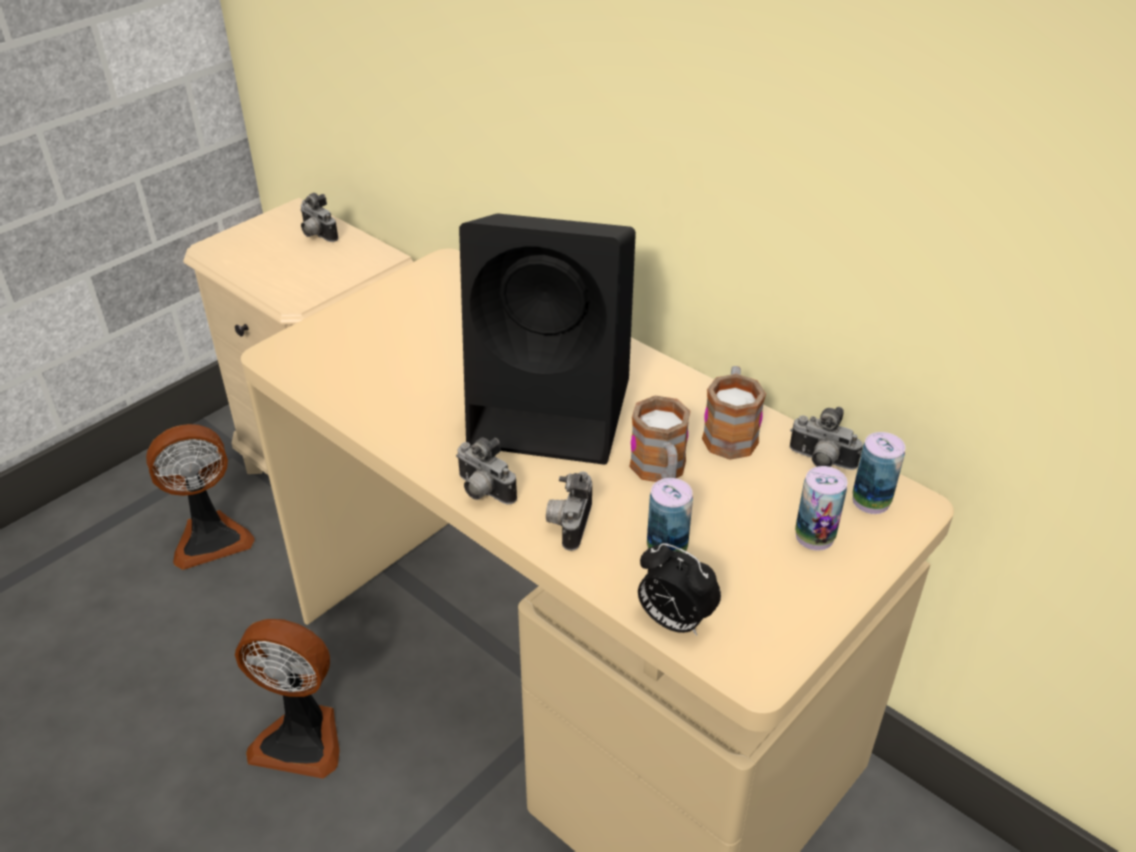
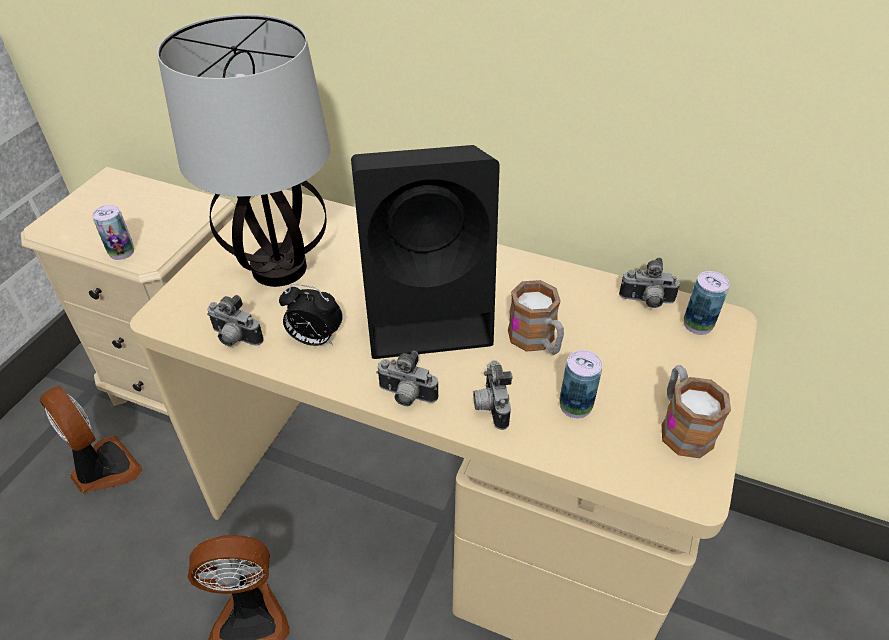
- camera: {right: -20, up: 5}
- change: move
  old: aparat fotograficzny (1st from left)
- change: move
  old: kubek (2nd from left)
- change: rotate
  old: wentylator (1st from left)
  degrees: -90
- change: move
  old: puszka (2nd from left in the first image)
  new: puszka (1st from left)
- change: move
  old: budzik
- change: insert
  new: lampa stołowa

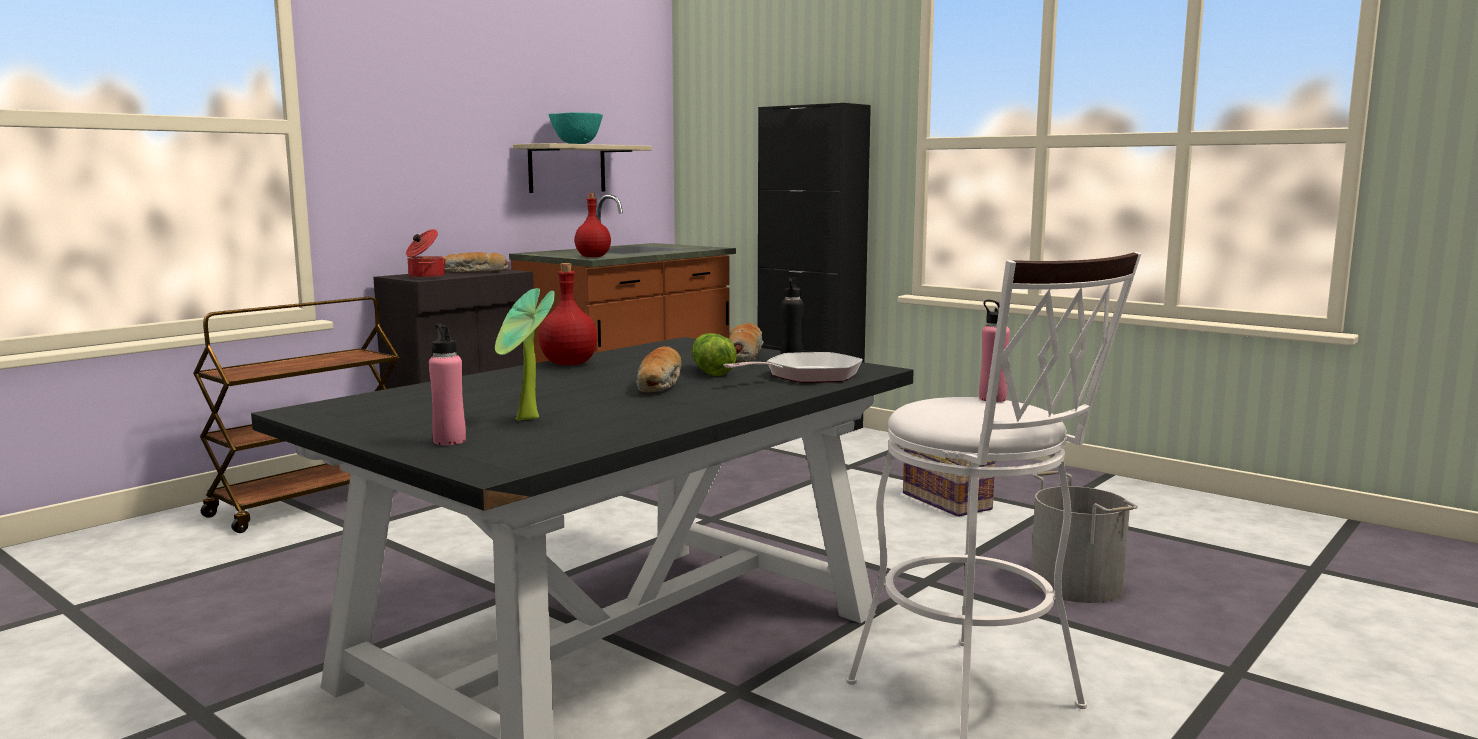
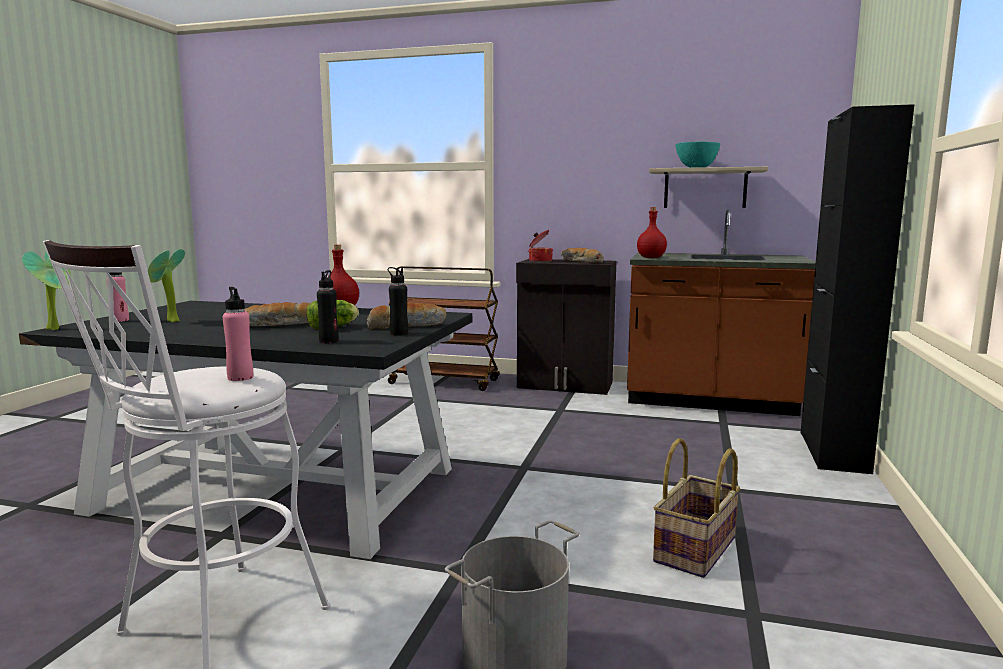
- camera: {right: 65, up: 0}
- change: replace
  old: patelnia
  new: butelka (czarny) (1st from left)
- change: insert
  new: roślina doniczkowa (1st from left)

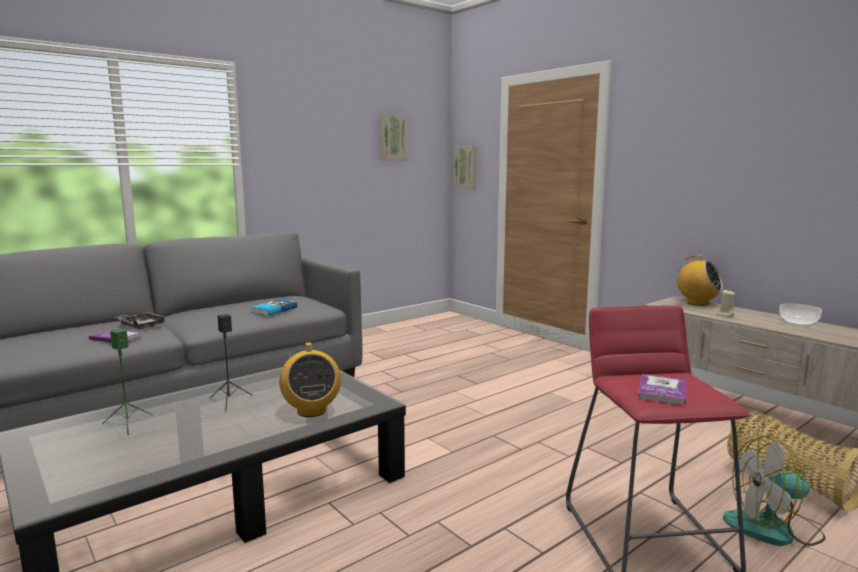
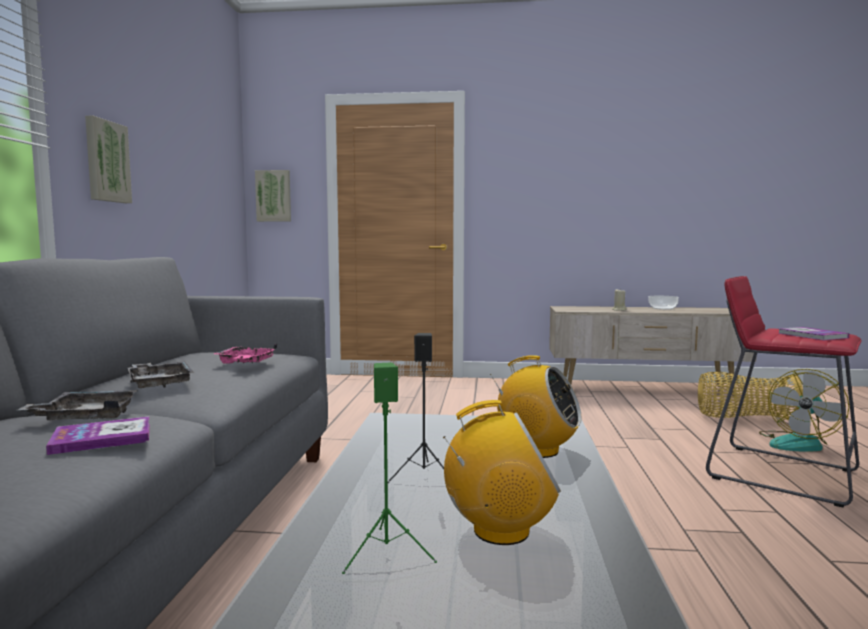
- camera: {right: -45, up: -5}
- change: move
  old: obraz (1st from left)
- change: move
  old: radio (2nd from left in the first image)
  new: radio (1st from left)
- change: replace
  old: książka (2nd from left)
  new: taca (różowy)
- change: insert
  new: taca (szary) (2nd from left)

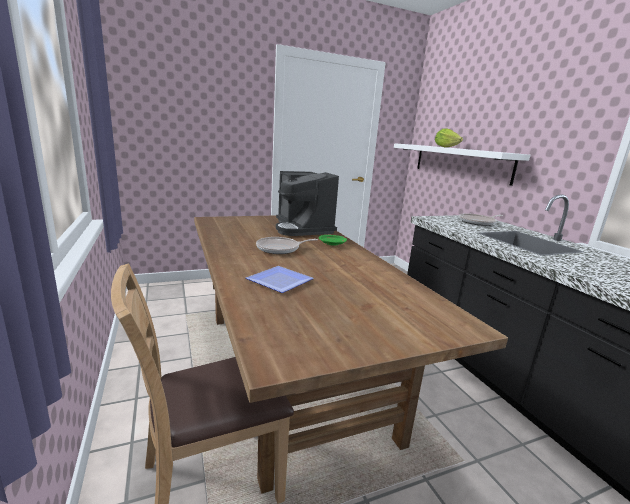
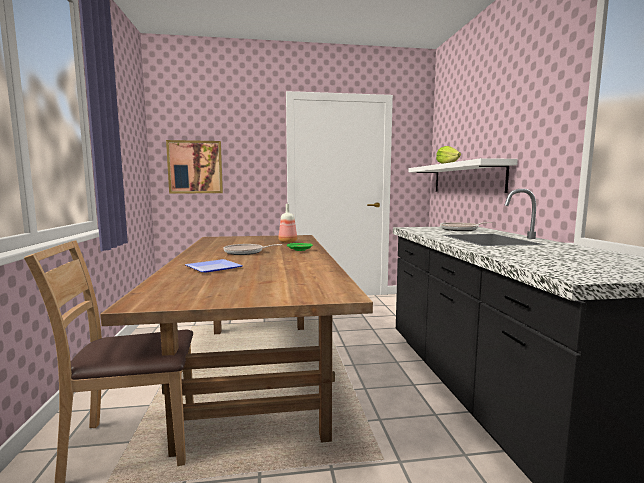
- camera: {right: 15, up: -10}
- change: replace
  old: ekspres do kawy
  new: butelka
- change: insert
  new: obraz

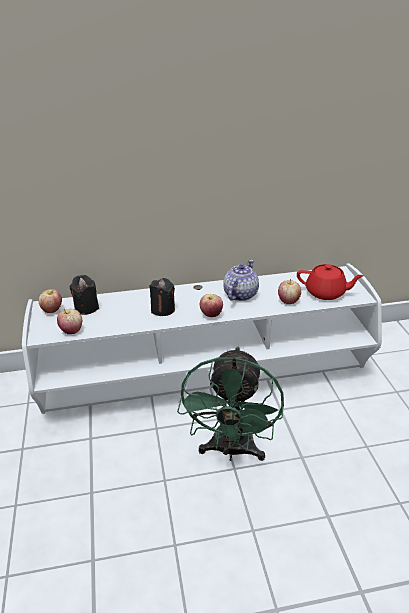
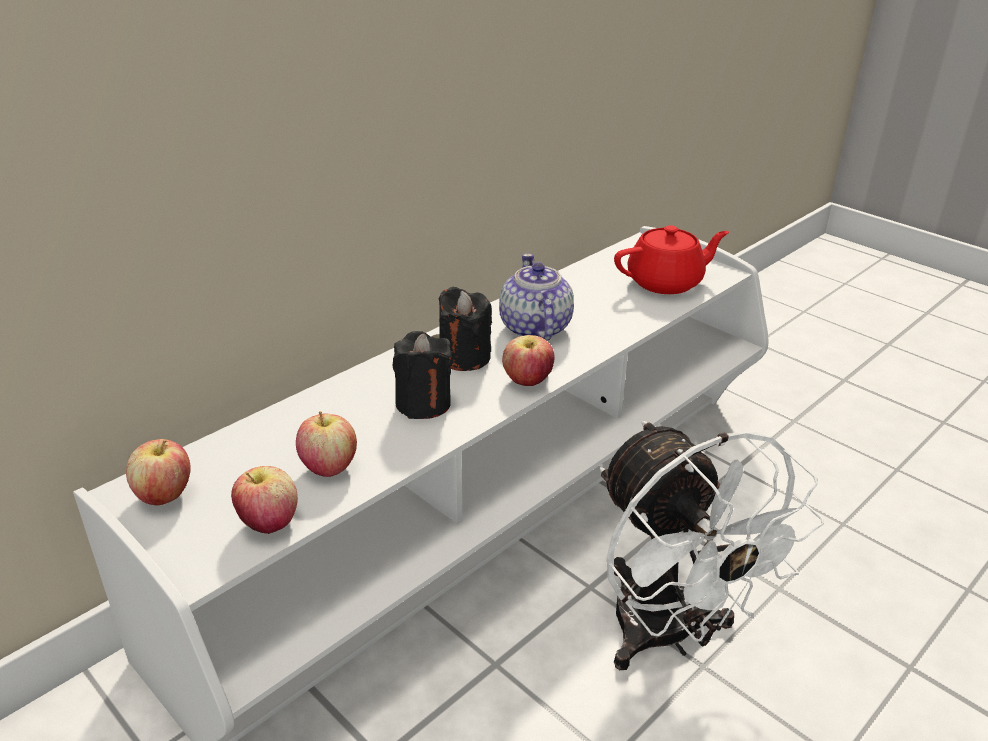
- camera: {right: -35, up: 0}
- change: move
  old: świeca (czarny) (1st from left in the first image)
  new: świeca (czarny) (2nd from left)
- change: move
  old: jabłko (4th from left in the first image)
  new: jabłko (3rd from left)
- change: recolor
  old: wentylator (zielony)
  new: wentylator (biały)

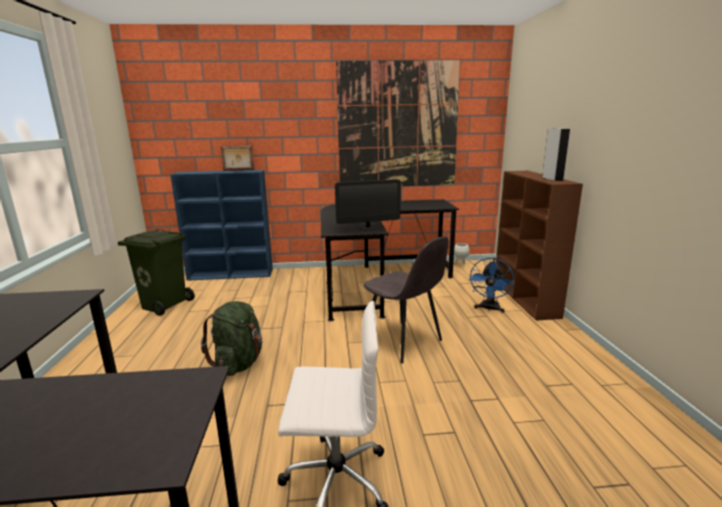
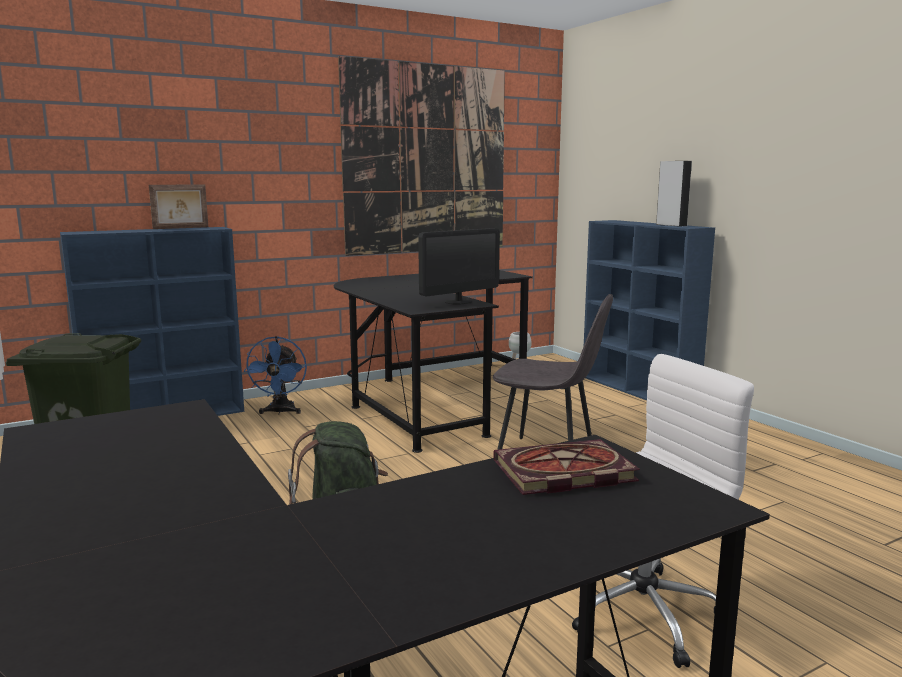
- camera: {right: -25, up: -5}
- change: recolor
  old: regał (brązowy)
  new: regał (niebieski) (2nd from left)
- change: move
  old: wentylator (niebieski)
- change: insert
  new: książka

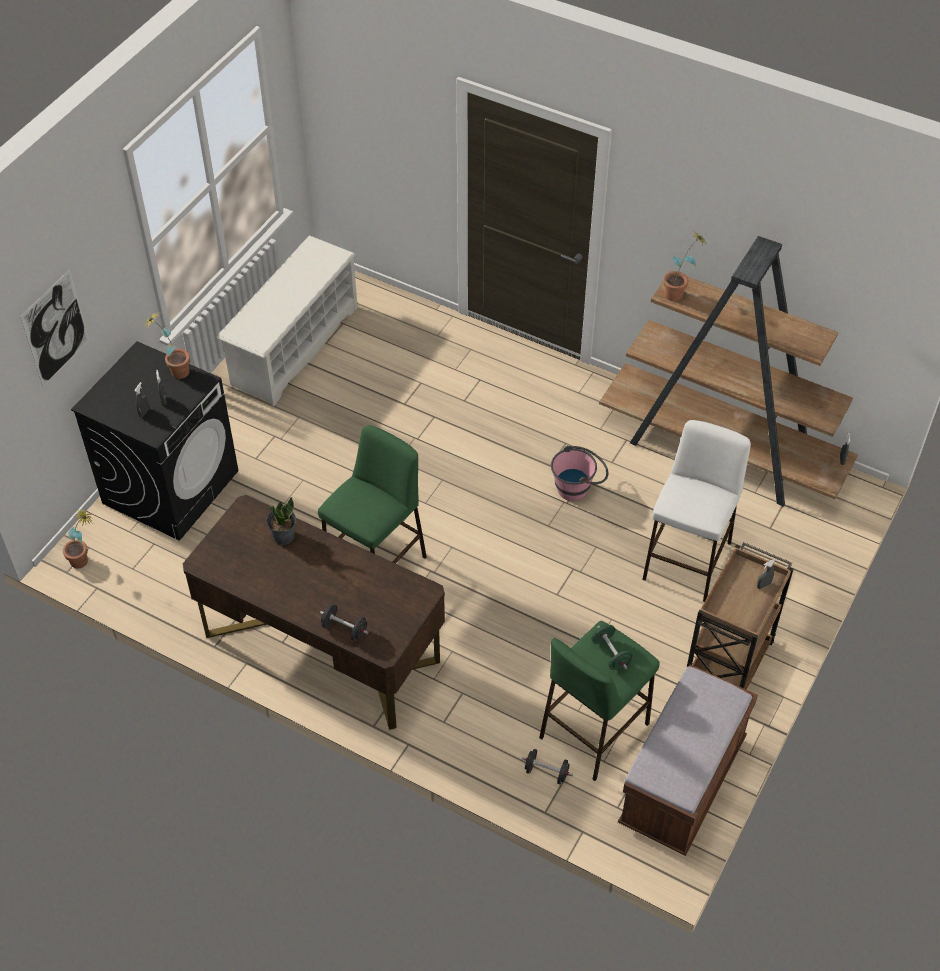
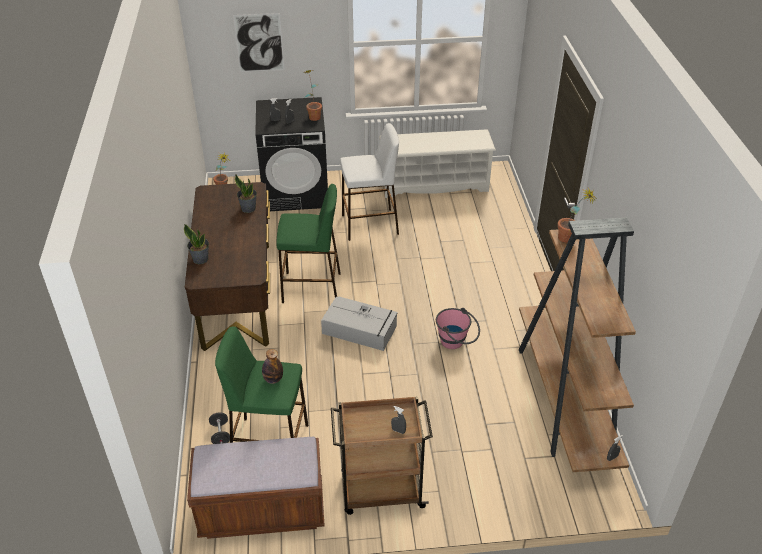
- camera: {right: 55, up: -10}
- change: move
  old: stołek (biały)
- change: replace
  old: hantel (czarny) (1st from left)
  new: roślina doniczkowa (1st from left)
- change: replace
  old: hantel (zielony)
  new: butelka
- change: insert
  new: pojemnik do przechowywania (szary)

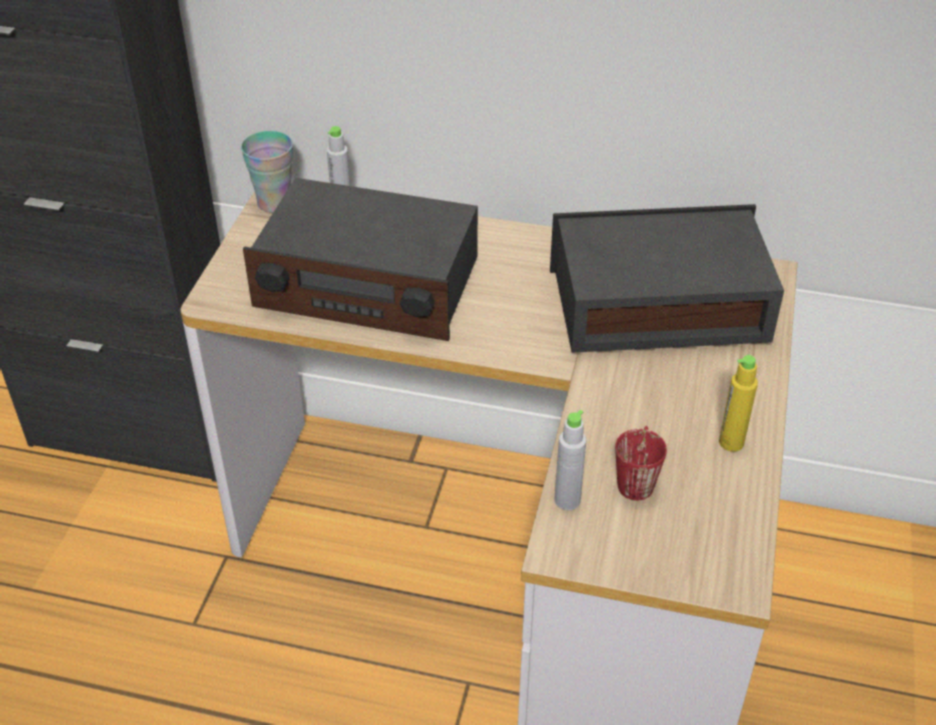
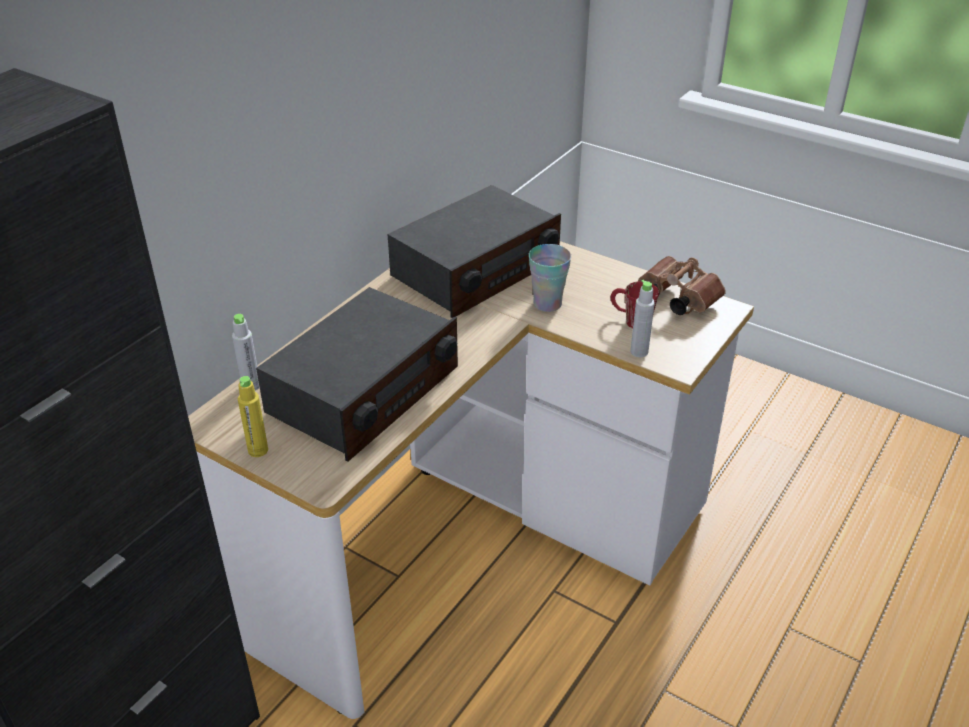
- camera: {right: -70, up: -5}
- change: move
  old: filiżanka
- change: rotate
  old: radio (2nd from left)
  degrees: -150
- change: move
  old: butelka (żółty)
- change: insert
  new: lornetka (brązowy)

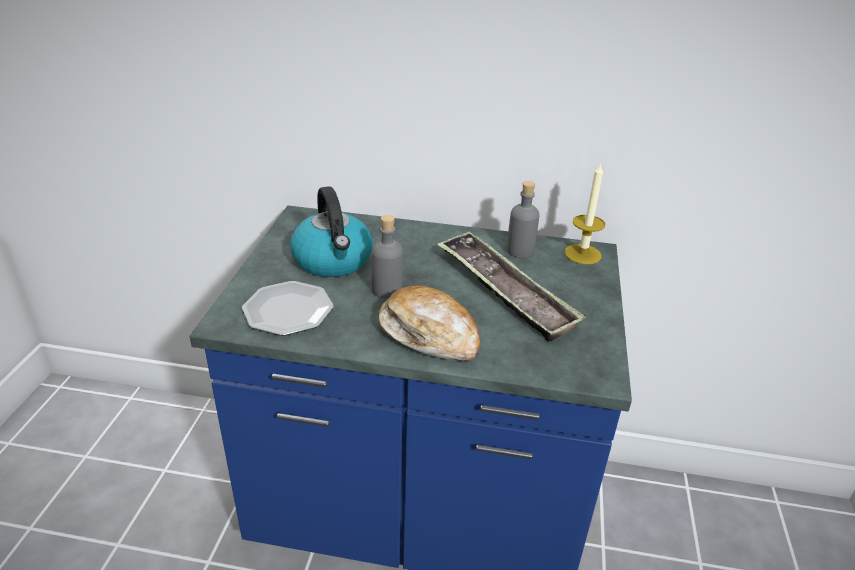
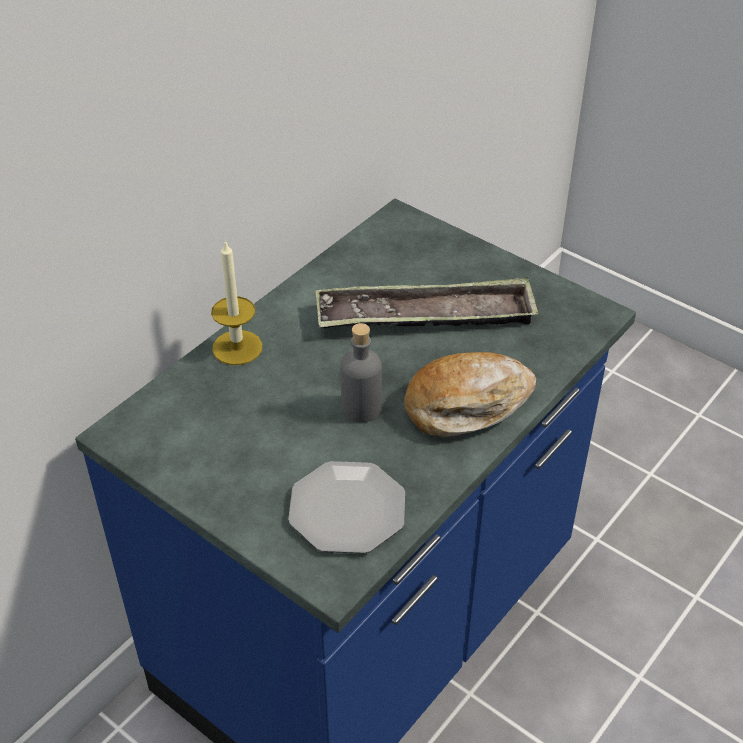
- camera: {right: -60, up: 10}
- change: move
  old: świeca
- change: delete
  old: butelka (szary) (2nd from left)
- change: delete
  old: czajnik

